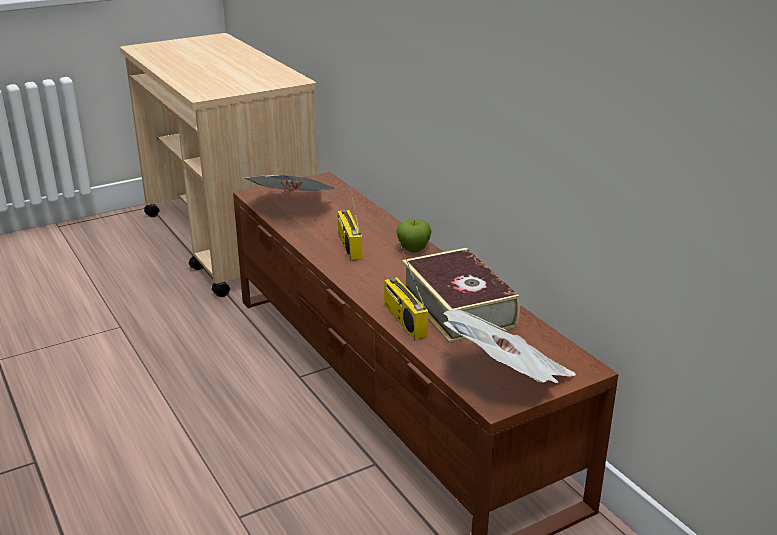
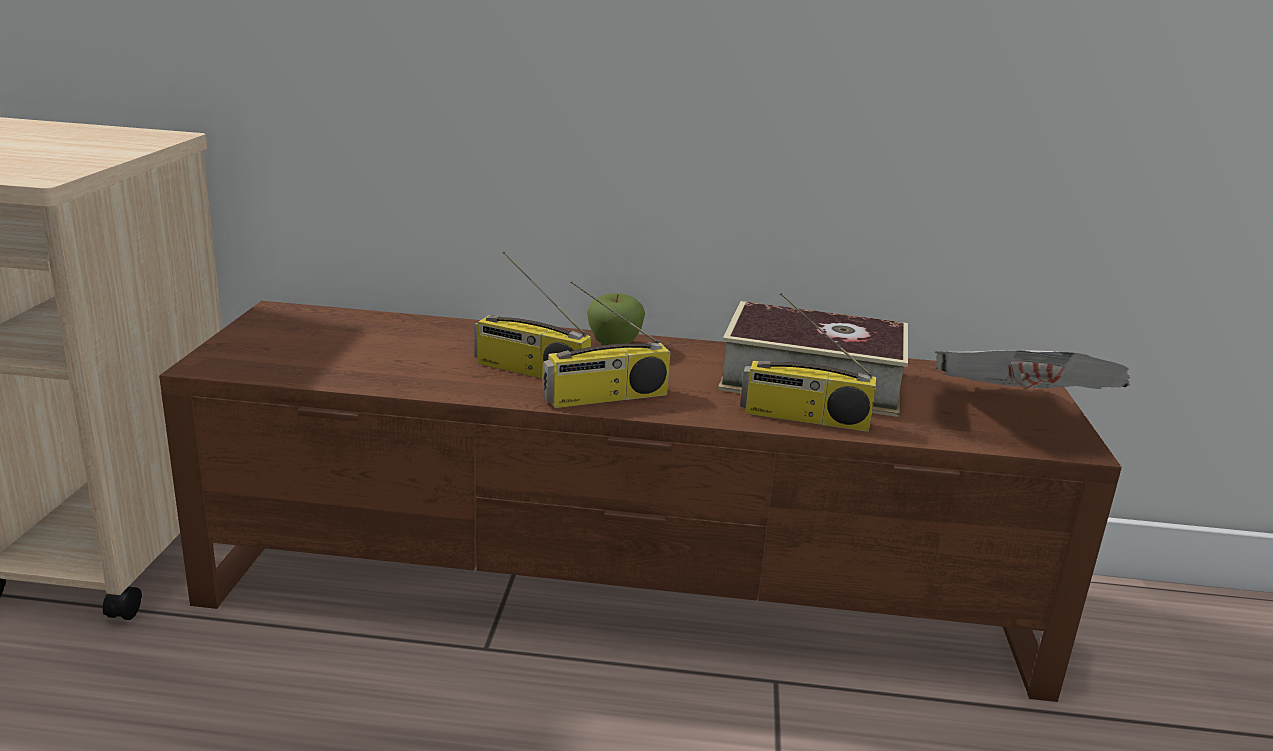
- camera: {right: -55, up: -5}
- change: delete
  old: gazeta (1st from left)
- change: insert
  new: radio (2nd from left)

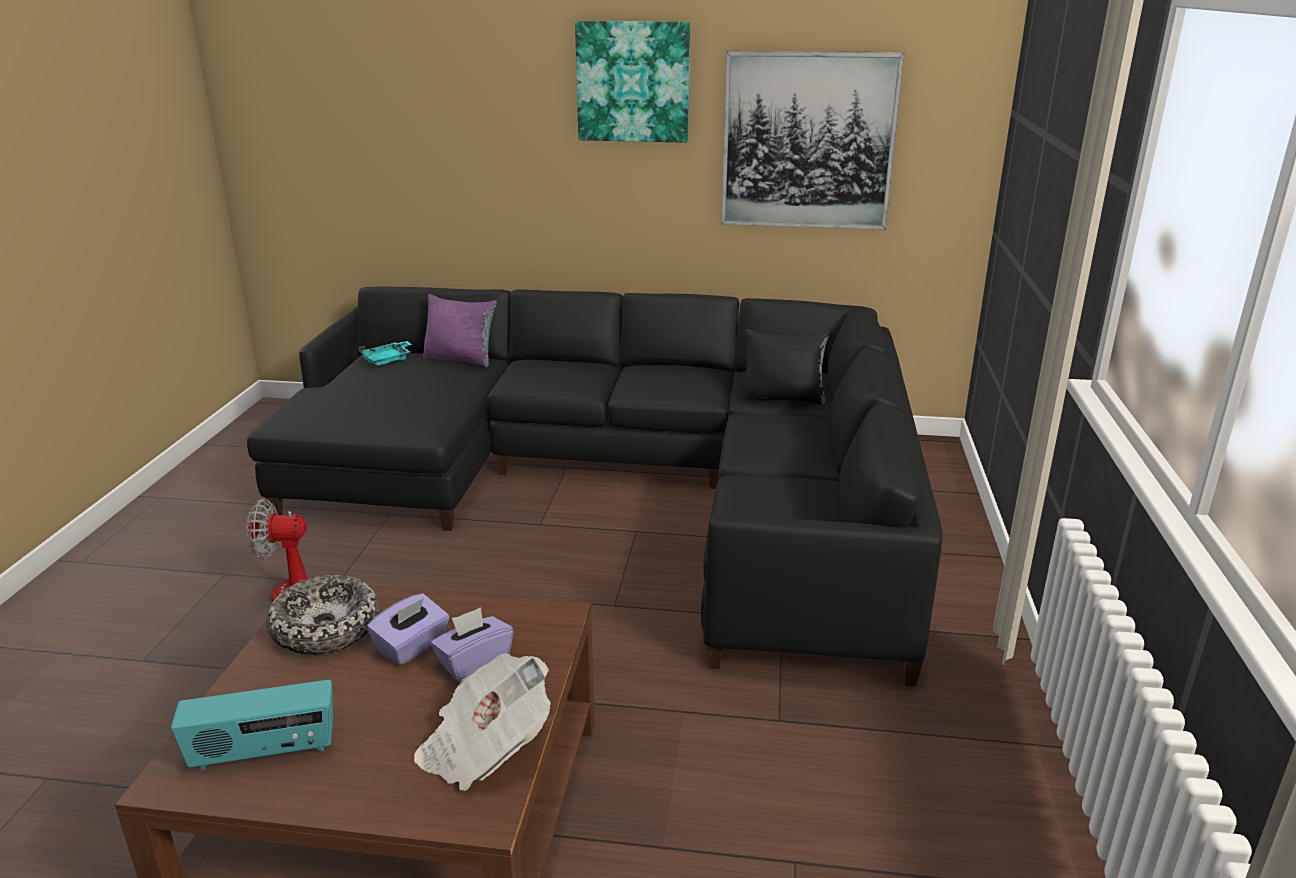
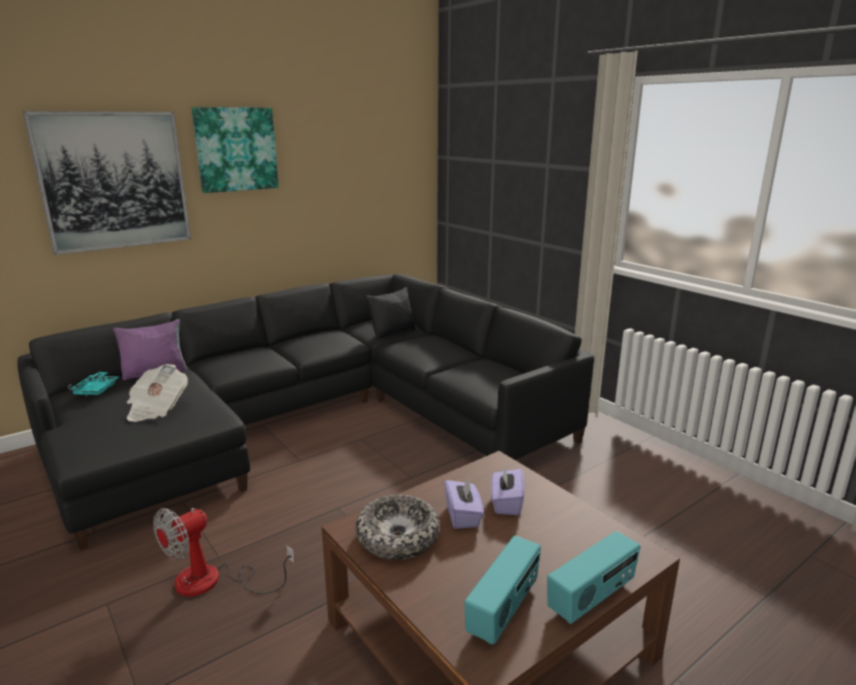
- camera: {right: -45, up: -5}
- change: move
  old: obraz (2nd from left in the first image)
  new: obraz (1st from left)
- change: move
  old: gazeta
- change: insert
  new: radio (2nd from left)

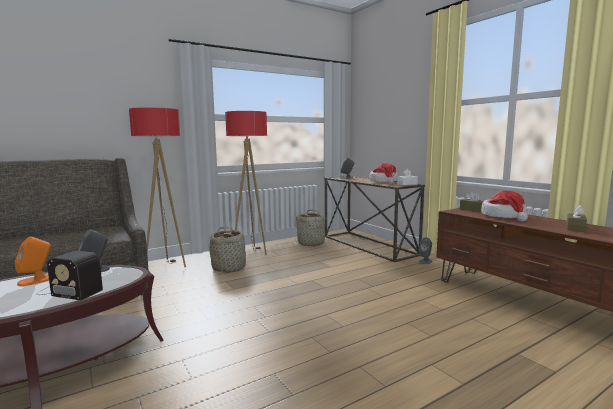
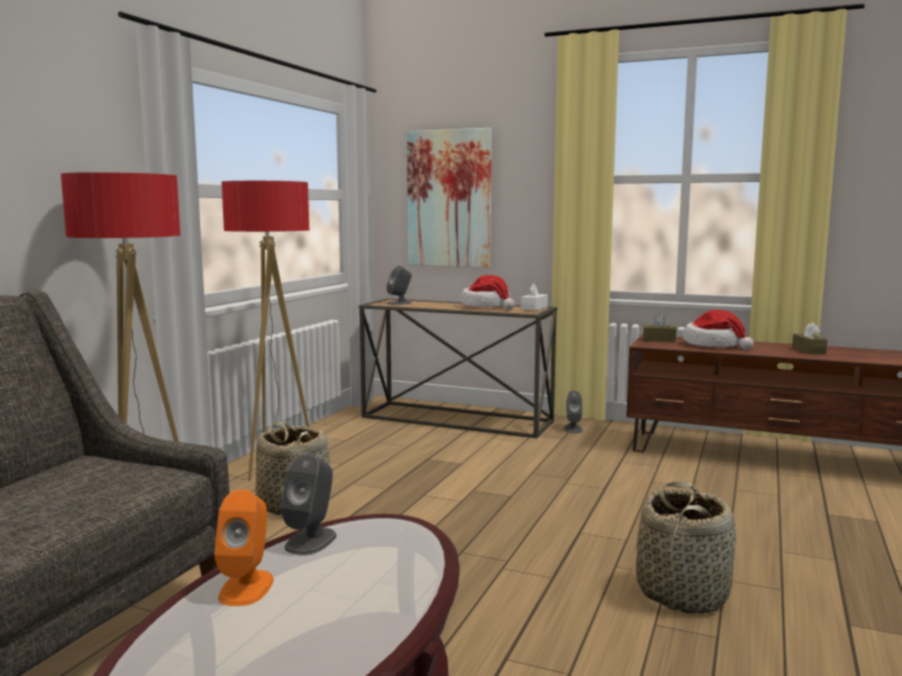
- camera: {right: -35, up: 0}
- change: move
  old: koszyk (2nd from left)
- change: delete
  old: radio
- change: insert
  new: obraz

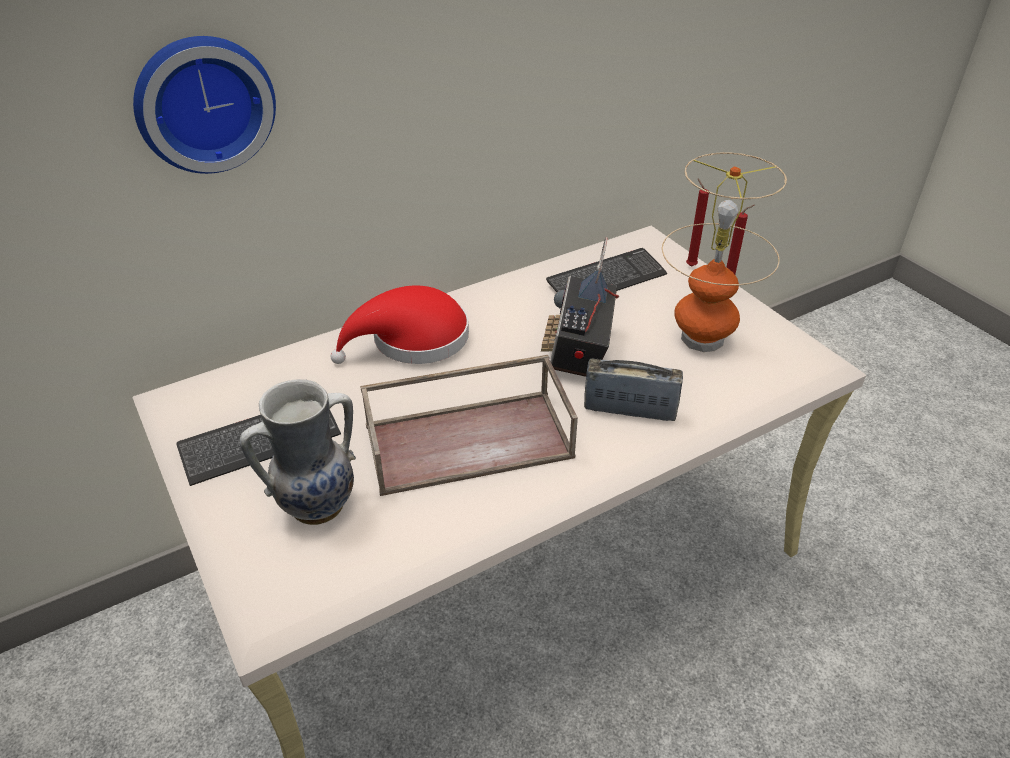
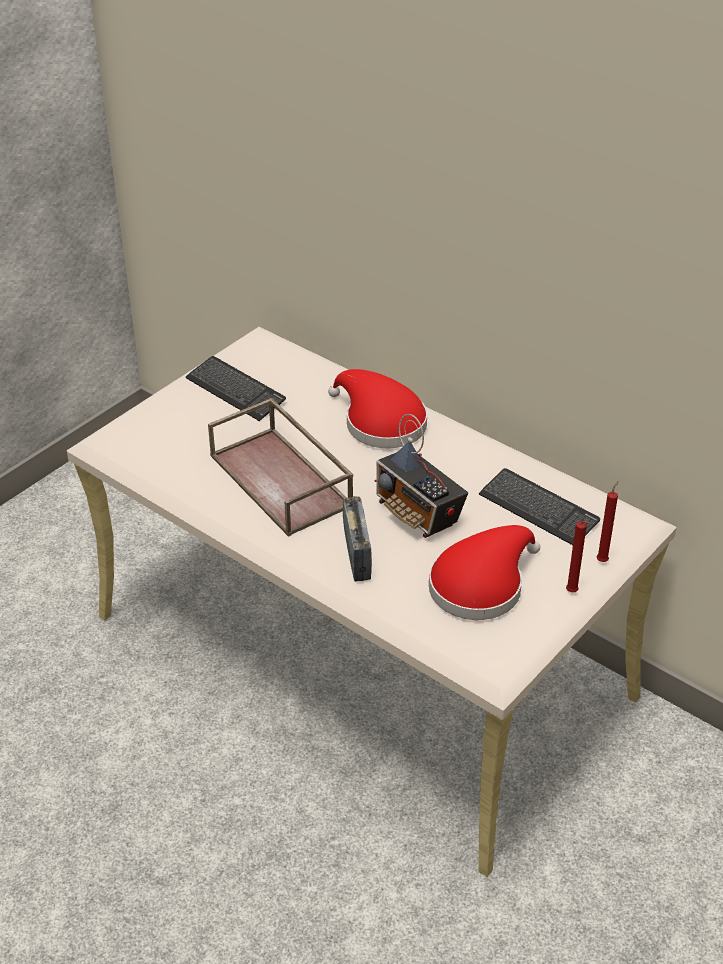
- camera: {right: 70, up: 0}
- change: delete
  old: zegar ścienny
- change: replace
  old: lampa stołowa
  new: kapelusz (czerwony) (2nd from left)
- change: rotate
  old: radio (1st from left in the first image)
  degrees: -120
- change: delete
  old: wazon

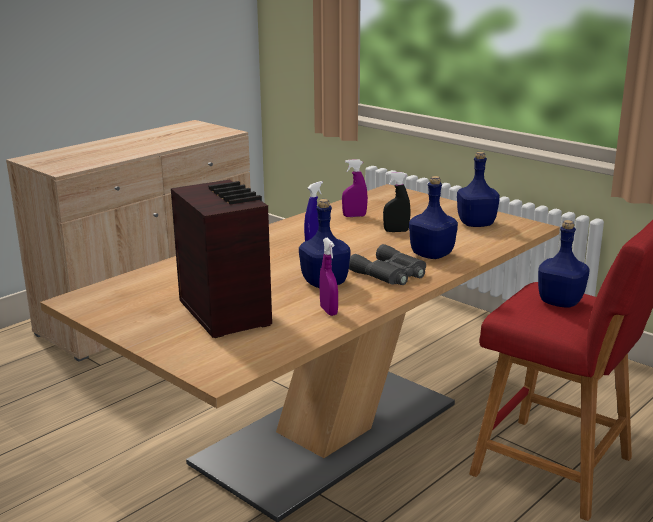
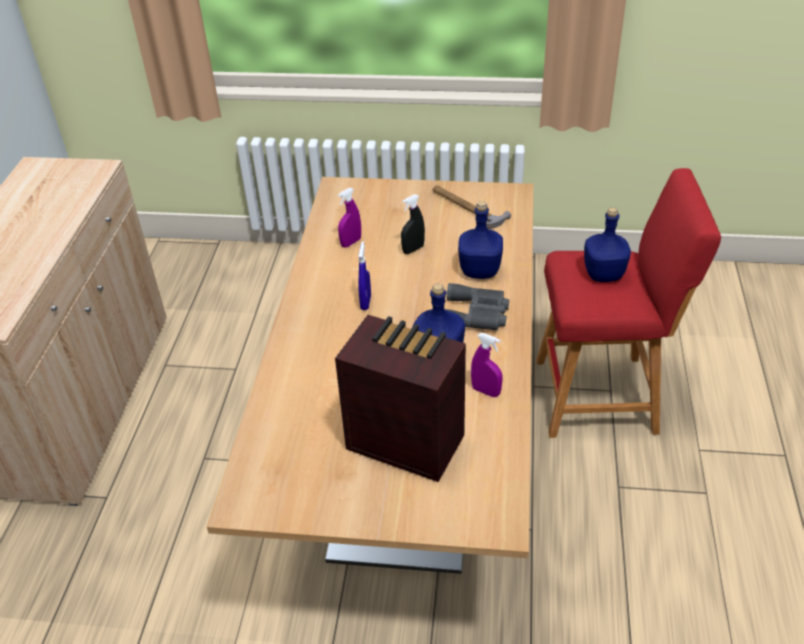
- camera: {right: -35, up: 20}
- change: replace
  old: butelka (niebieski) (3rd from left)
  new: młotek

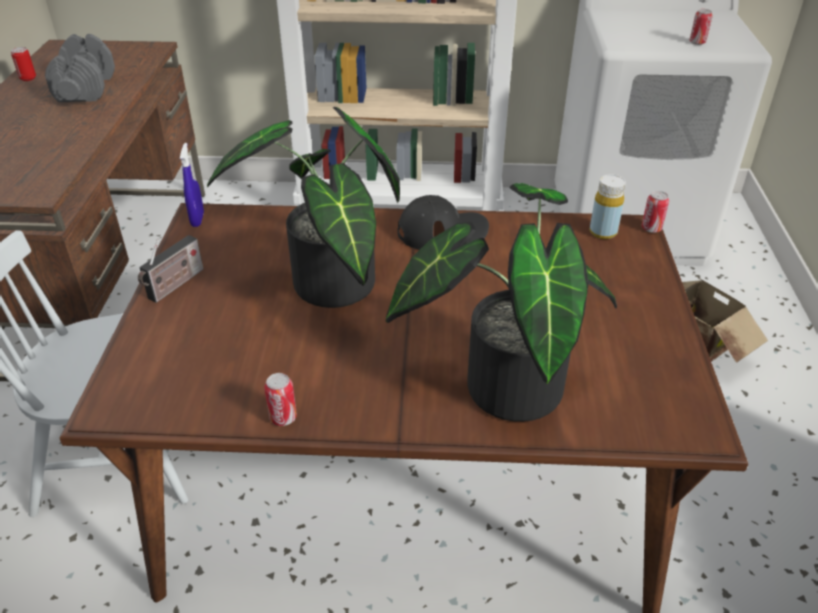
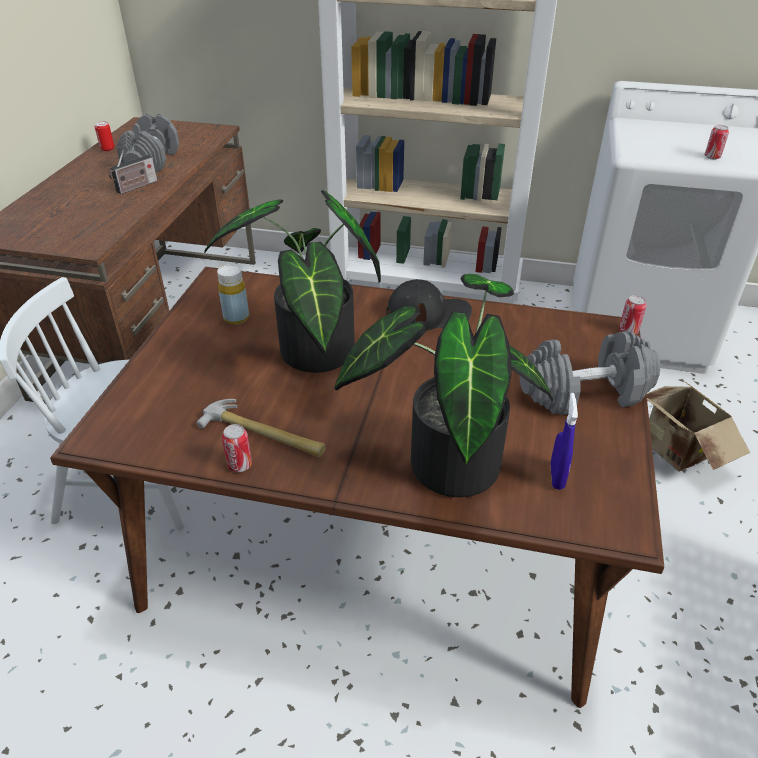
- camera: {right: 10, up: 0}
- change: move
  old: spryskiwacz (niebieski)
- change: move
  old: butelka (żółty)
- change: move
  old: radio
- change: insert
  new: hantel (szary) (2nd from left)
- change: insert
  new: młotek

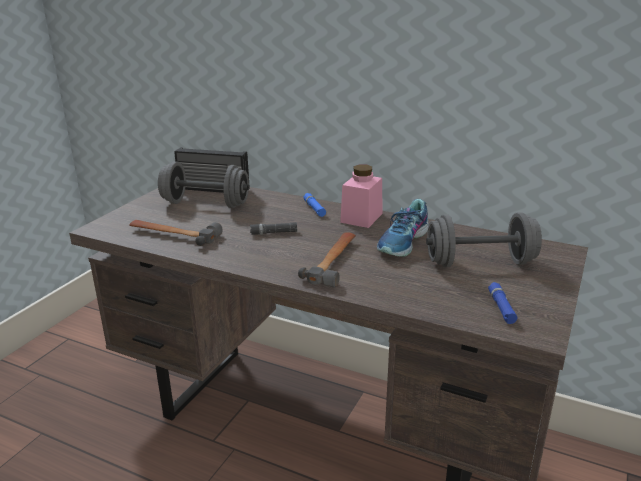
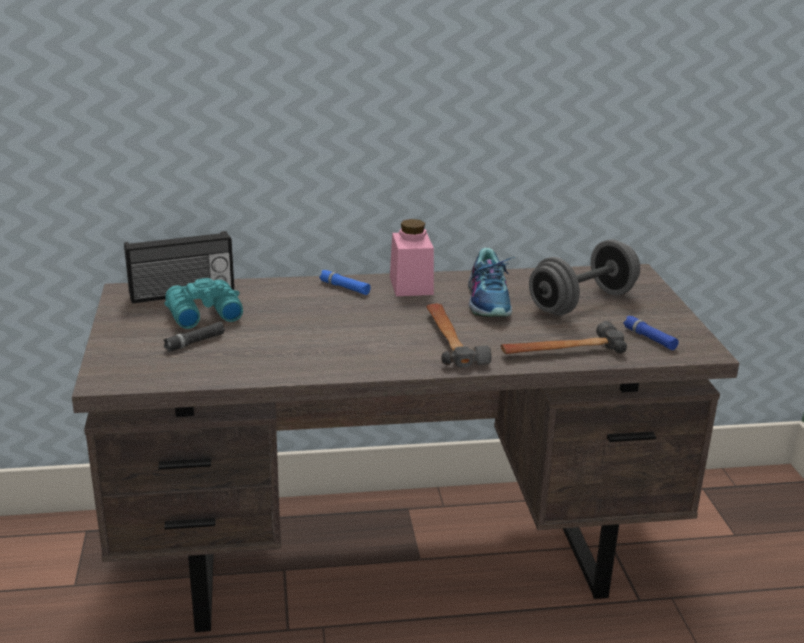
- camera: {right: -35, up: 0}
- change: replace
  old: hantel (szary) (1st from left)
  new: lornetka (turkusowy)
- change: move
  old: młotek (1st from left in the first image)
  new: młotek (2nd from left)
- change: move
  old: latarka (czarny)

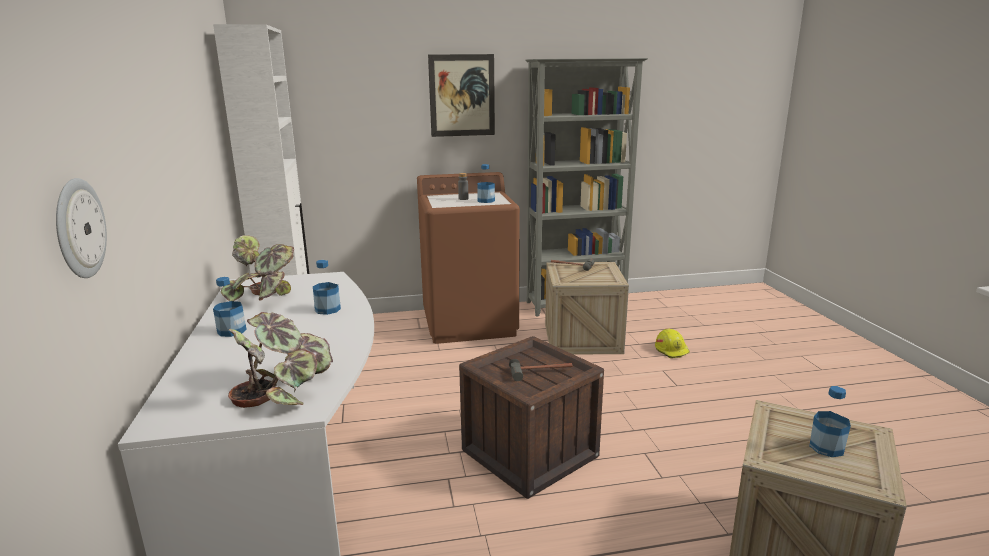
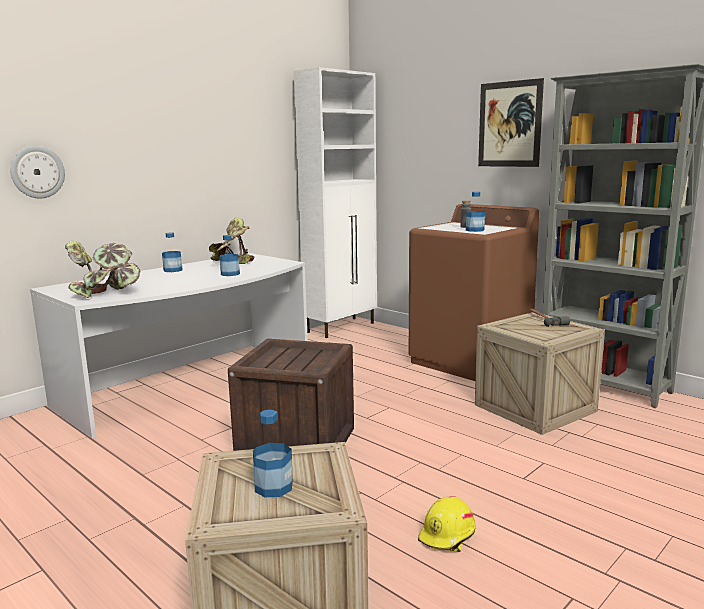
- camera: {right: 55, up: -5}
- change: move
  old: kask (żółty)
- change: delete
  old: młotek (1st from left)

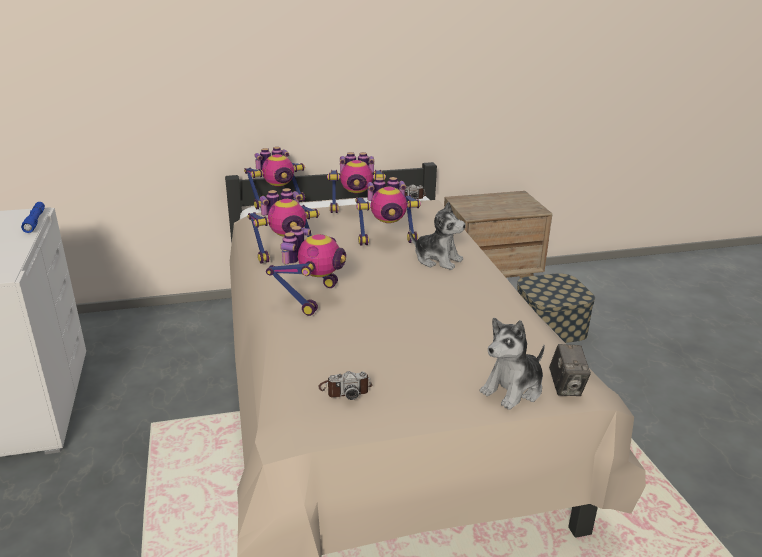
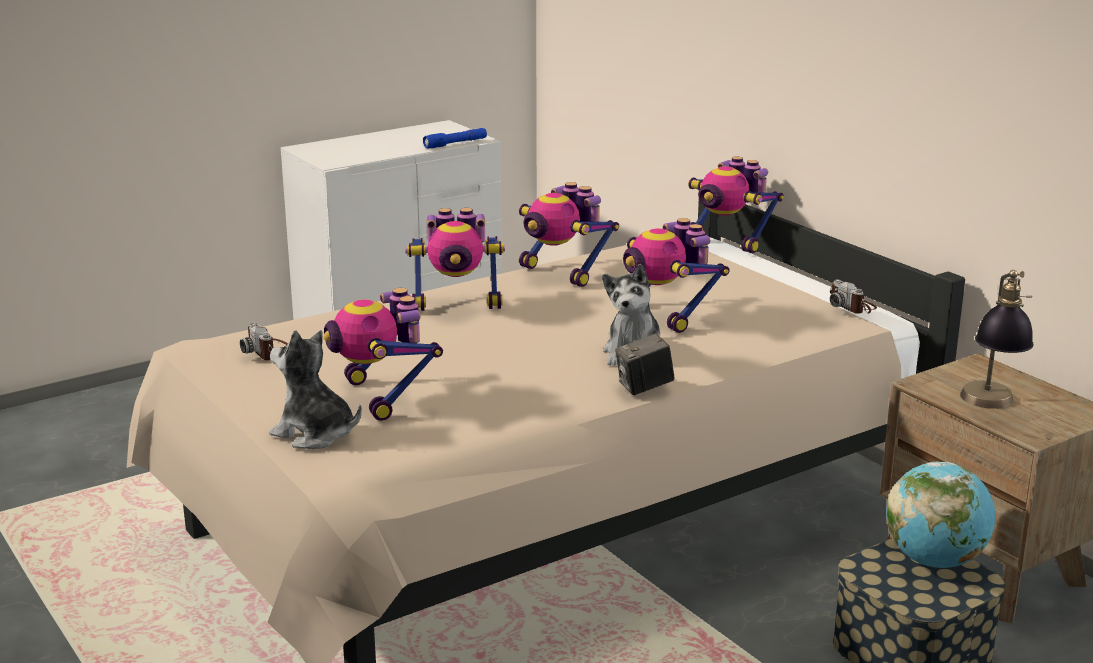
- camera: {right: 70, up: -5}
- change: move
  old: robot zabawkowy (4th from left in the first image)
  new: robot zabawkowy (1st from left)
- change: move
  old: aparat fotograficzny (3rd from left in the first image)
  new: aparat fotograficzny (2nd from left)
- change: insert
  new: lampa stołowa
- change: insert
  new: globus

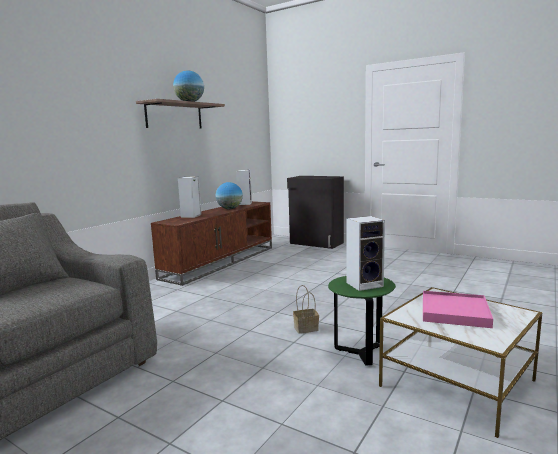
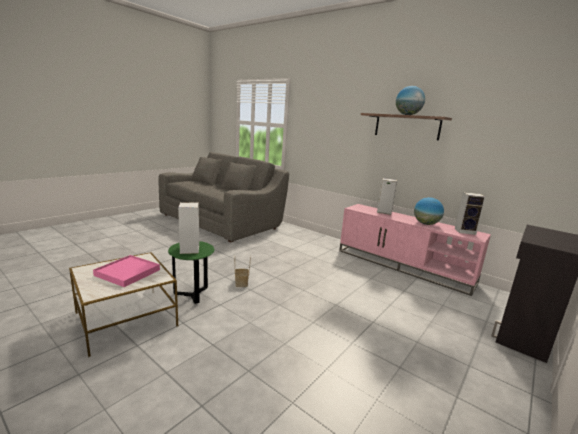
- camera: {right: 95, up: 5}
- change: recolor
  old: szafka pod telewizor (brązowy)
  new: szafka pod telewizor (różowy)

